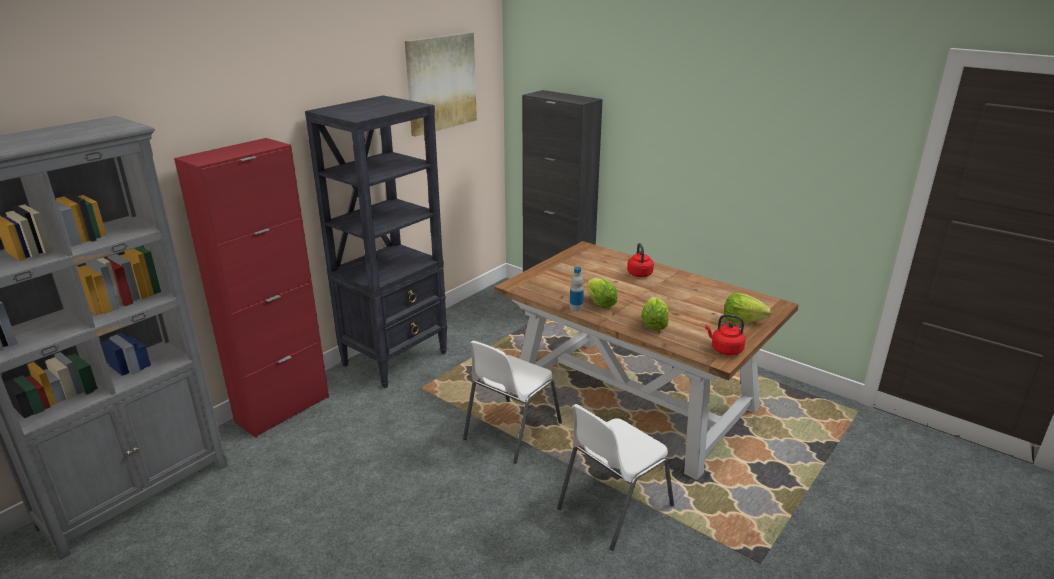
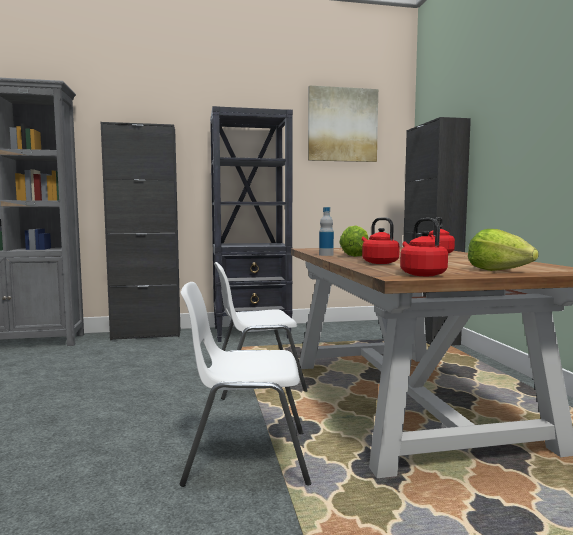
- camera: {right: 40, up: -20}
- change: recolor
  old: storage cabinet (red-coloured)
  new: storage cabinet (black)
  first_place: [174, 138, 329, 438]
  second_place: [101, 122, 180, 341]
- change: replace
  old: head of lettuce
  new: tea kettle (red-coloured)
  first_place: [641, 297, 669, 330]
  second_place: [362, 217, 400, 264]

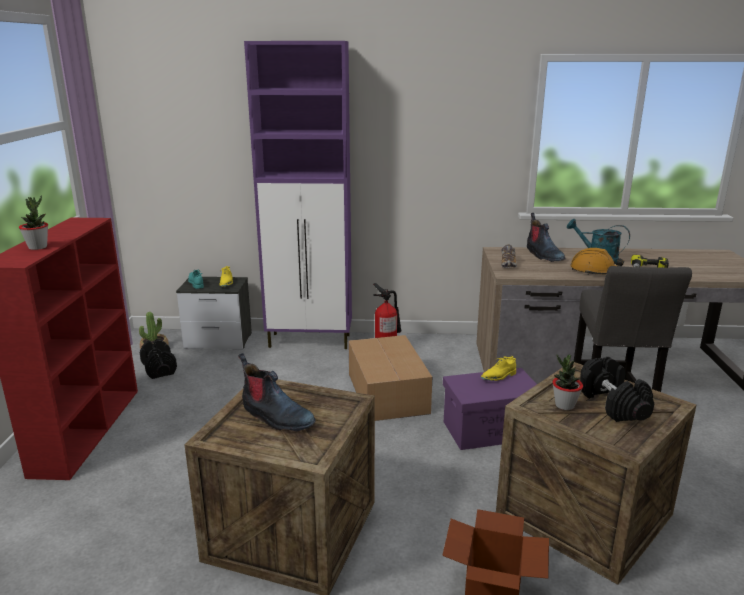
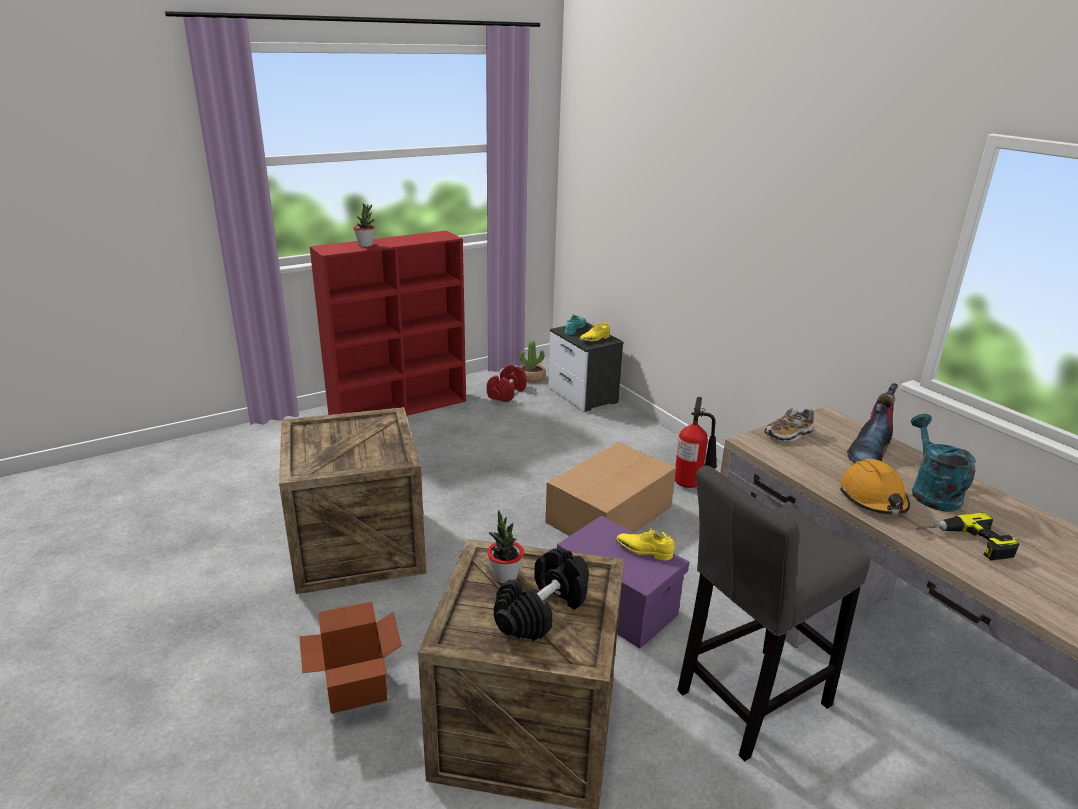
- camera: {right: 55, up: 5}
- change: recolor
  old: free weight (black)
  new: free weight (red-coloured)
  first_place: [140, 339, 177, 379]
  second_place: [487, 365, 527, 402]
- change: delete
  old: high-top boot
  first_place: [238, 353, 316, 432]
- change: delete
  old: storage cabinet (purple-coloured)
  first_place: [244, 41, 352, 349]

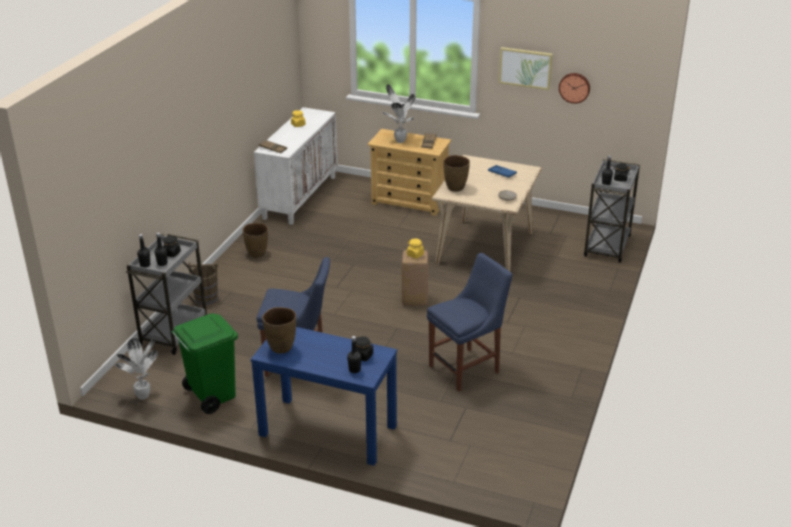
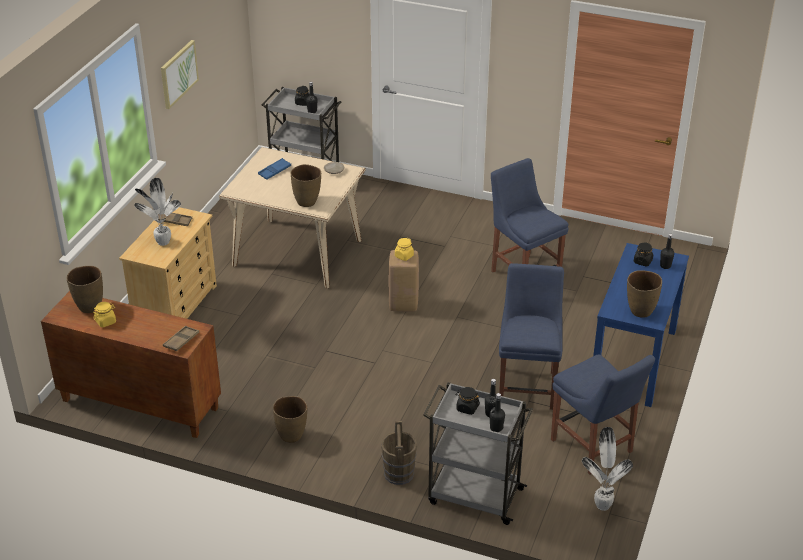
- camera: {right: -90, up: 5}
- change: replace
  old: rubbish bin (green)
  new: upright chair (blue)
  first_place: [171, 314, 238, 414]
  second_place: [551, 354, 655, 475]
- change: recolor
  old: storage cabinet (white)
  new: storage cabinet (brown-coloured)
  first_place: [254, 107, 338, 225]
  second_place: [41, 291, 221, 438]
- change: delete
  old: wall clock
  first_place: [559, 73, 590, 104]
- change: insert
  new: flower vase (brown-coloured)
  second_place: [67, 266, 103, 313]

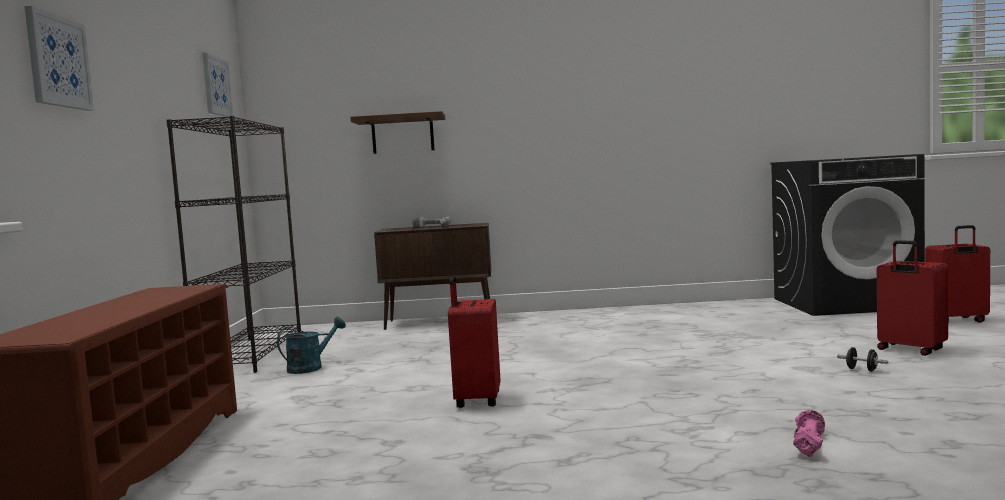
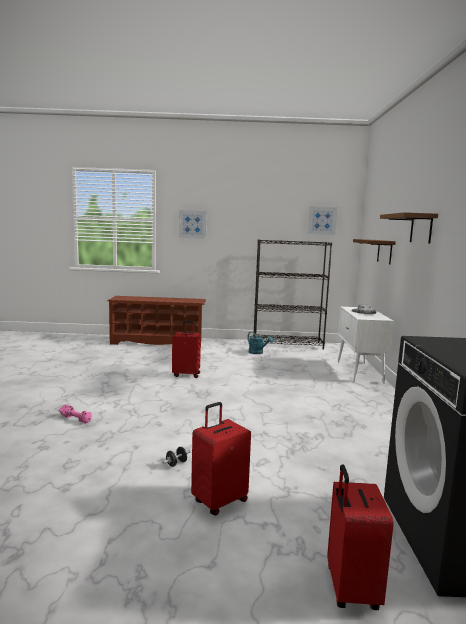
- camera: {right: 90, up: 5}
- change: recolor
  old: storage cabinet (brown-coloured)
  new: storage cabinet (white)
  first_place: [374, 223, 491, 330]
  second_place: [338, 307, 394, 384]
- change: insert
  new: shelf (brown-coloured)
  second_place: [380, 212, 438, 244]

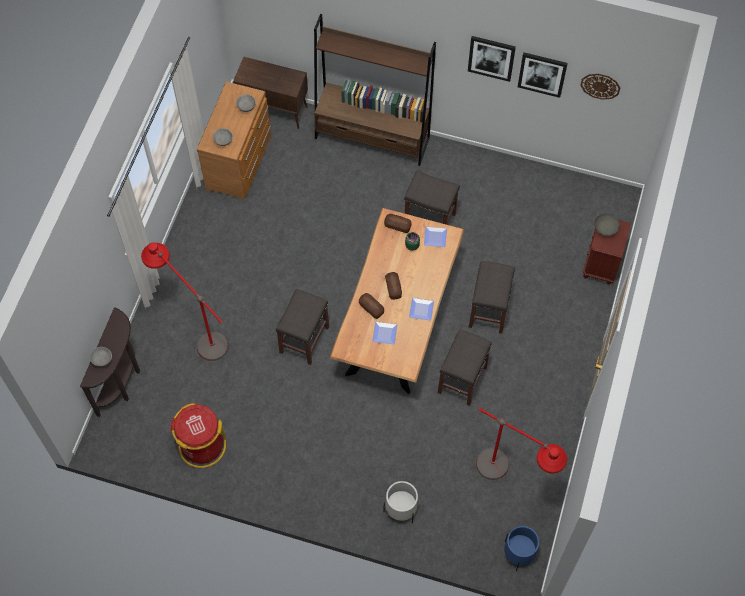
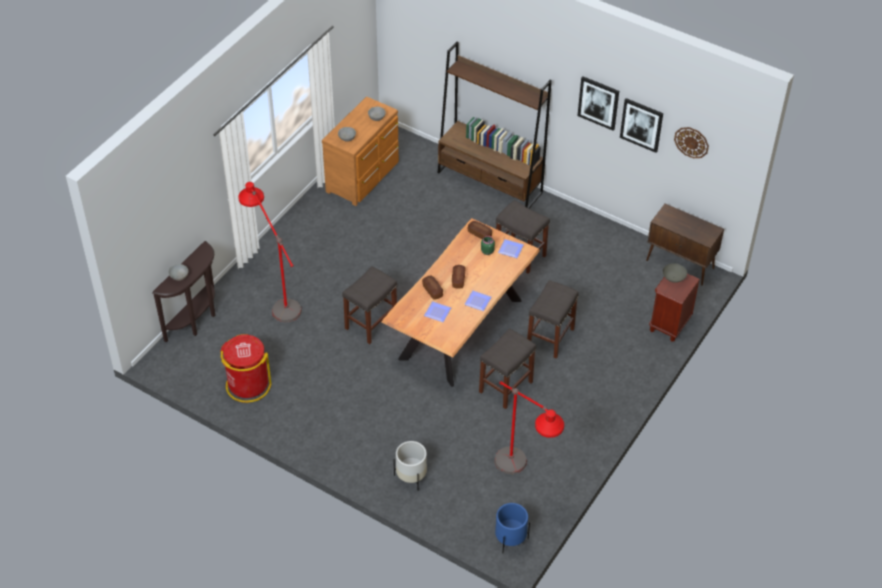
- camera: {right: 15, up: -15}
- change: move
  old: storage cabinet (brown-coloured)
  first_place: [233, 57, 308, 129]
  second_place: [646, 204, 724, 285]

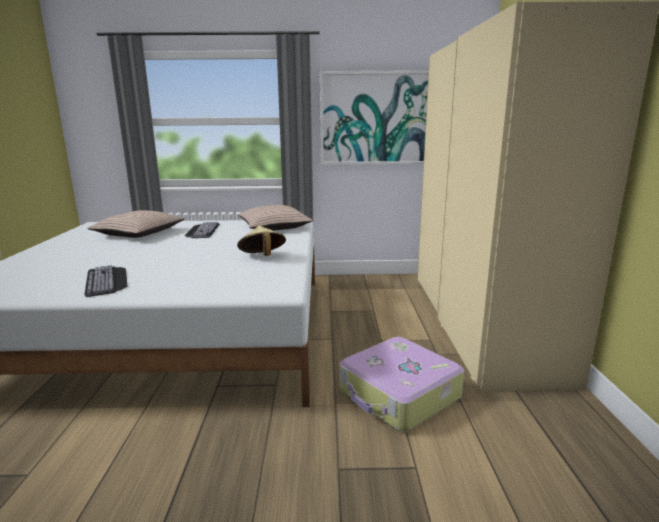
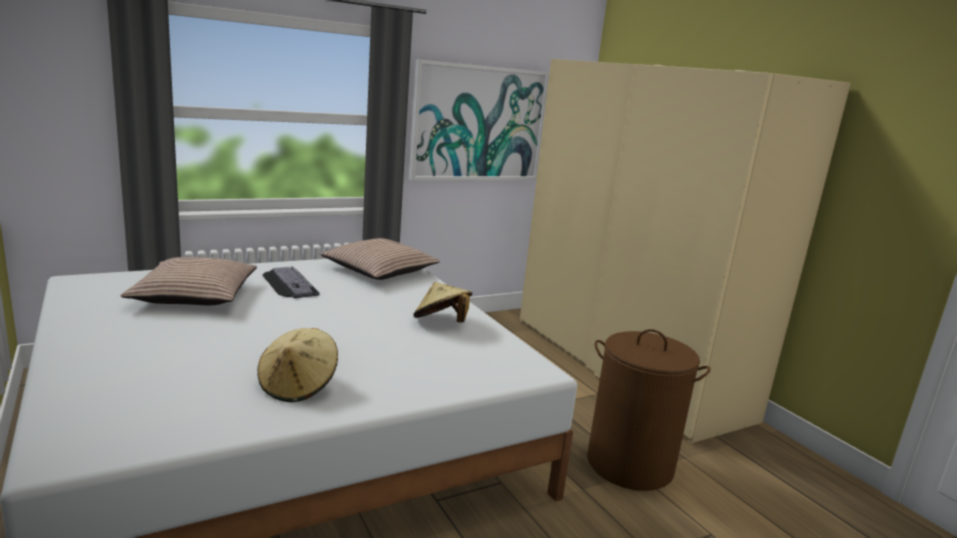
- camera: {right: -30, up: 0}
- change: replace
  old: keyboard
  new: wearable hat (beige-coloured)
  first_place: [84, 265, 127, 297]
  second_place: [257, 328, 338, 402]
- change: replace
  old: piece of luggage
  new: hamper (brown-coloured)
  first_place: [339, 337, 464, 432]
  second_place: [587, 329, 711, 491]

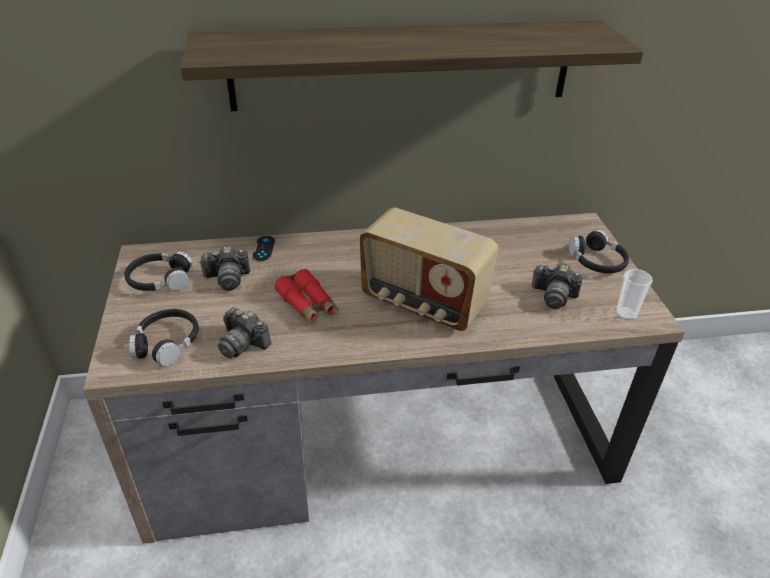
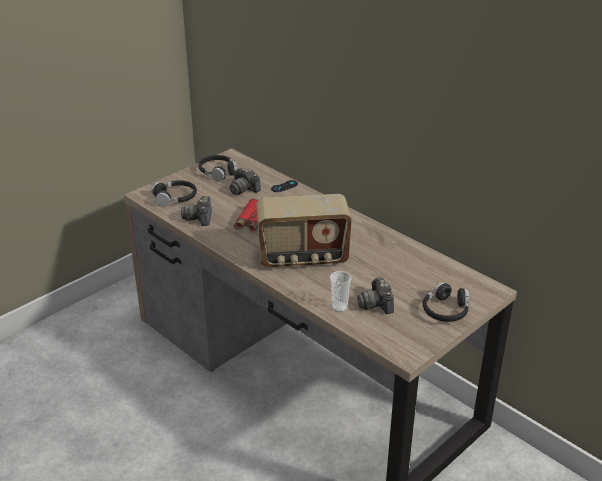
- camera: {right: 55, up: -5}
- change: delete
  old: shelf
  first_place: [180, 20, 644, 111]
- change: rotate
  old: radio
  first_place: [360, 207, 498, 331]
  second_place: [256, 194, 352, 269]
  degrees: -90
- change: move
  old: drinking cup
  first_place: [616, 269, 653, 320]
  second_place: [330, 271, 351, 312]

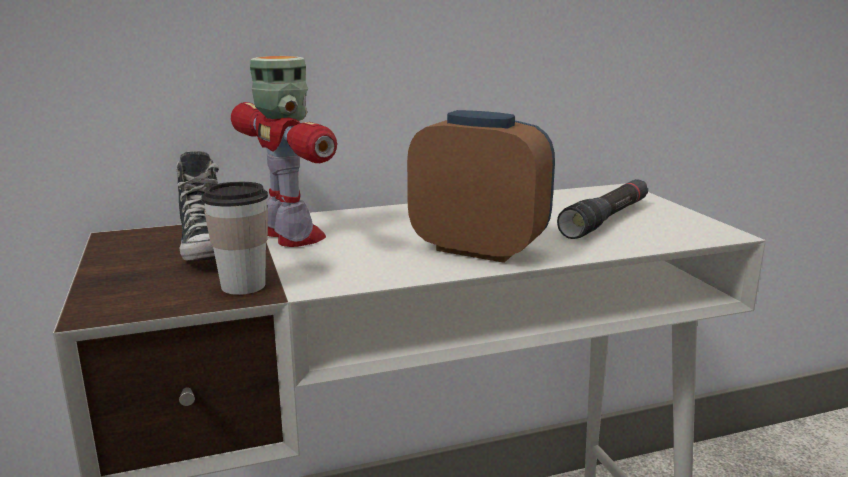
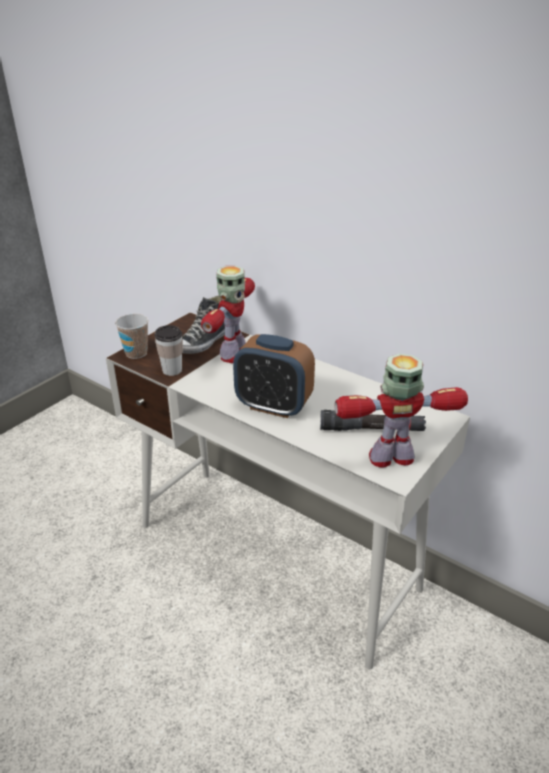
- camera: {right: 55, up: 15}
- change: rotate
  old: alarm clock
  first_place: [407, 110, 555, 263]
  second_place: [233, 334, 315, 418]
  degrees: 120
- change: insert
  new: drinking cup
  second_place: [115, 314, 148, 359]
- change: insert
  new: robot figure
  second_place: [335, 353, 468, 467]

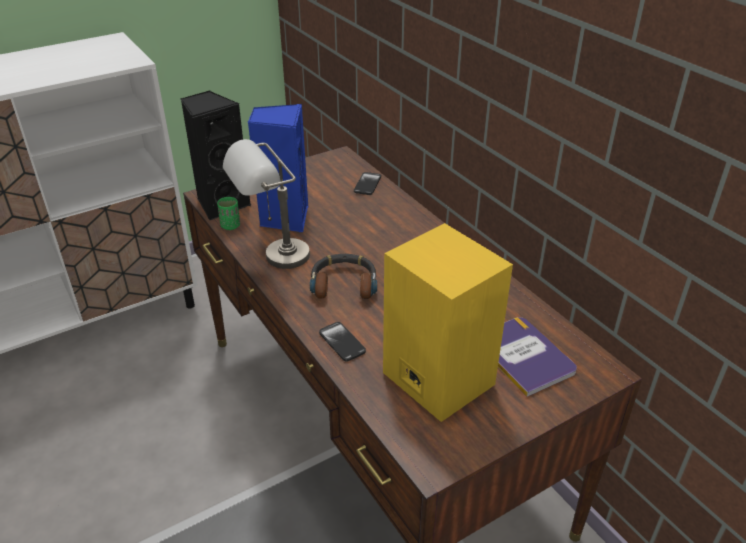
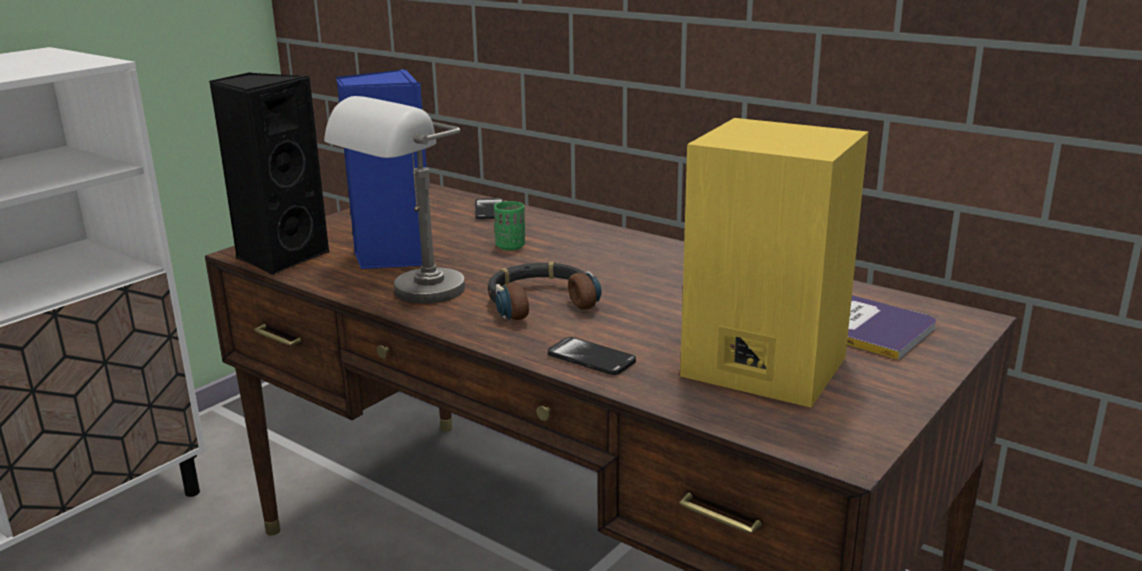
- camera: {right: -20, up: -15}
- change: move
  old: drinking cup (green)
  first_place: [217, 197, 240, 230]
  second_place: [494, 201, 525, 250]

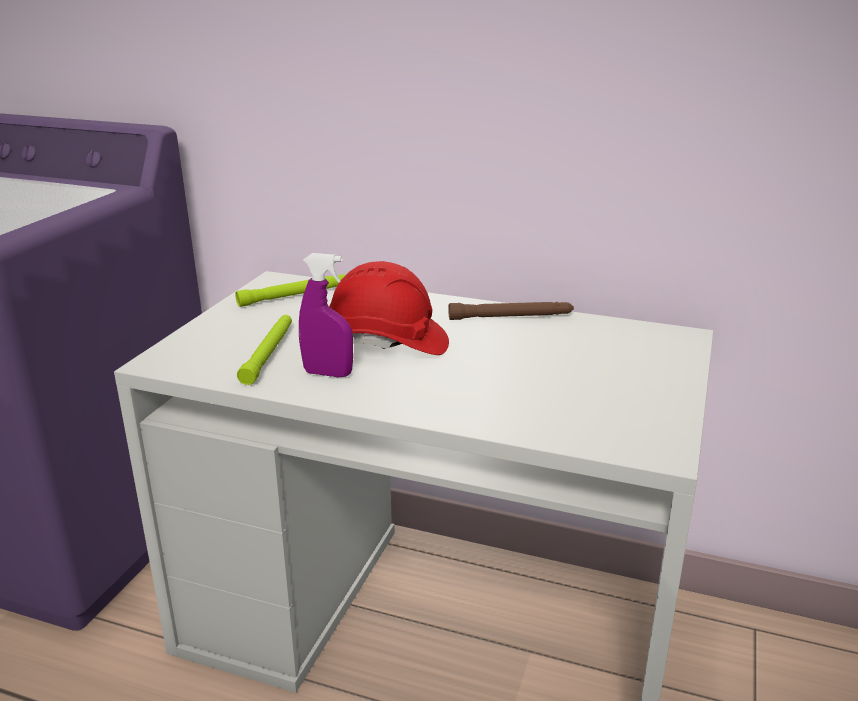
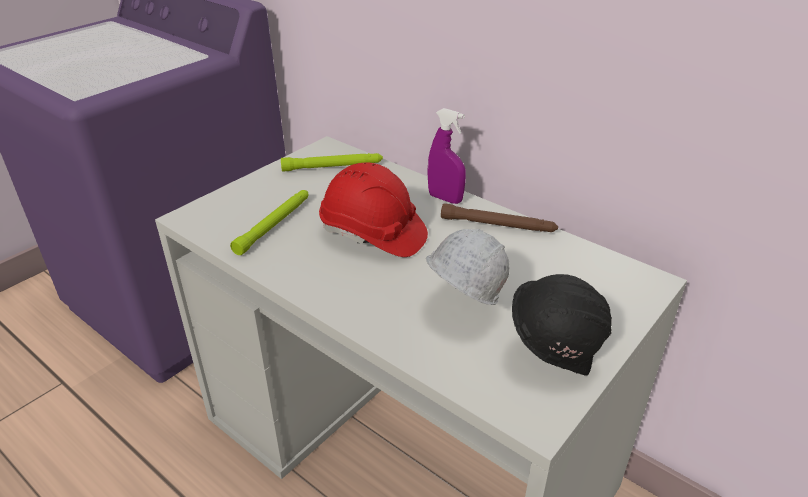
- camera: {right: 20, up: 10}
- change: move
  old: sprayer (purple-coloured)
  first_place: [299, 253, 353, 377]
  second_place: [427, 108, 466, 204]
- change: insert
  new: work helmet (white)
  second_place: [426, 229, 510, 305]
- change: insert
  new: work helmet (black)
  second_place: [512, 274, 612, 376]

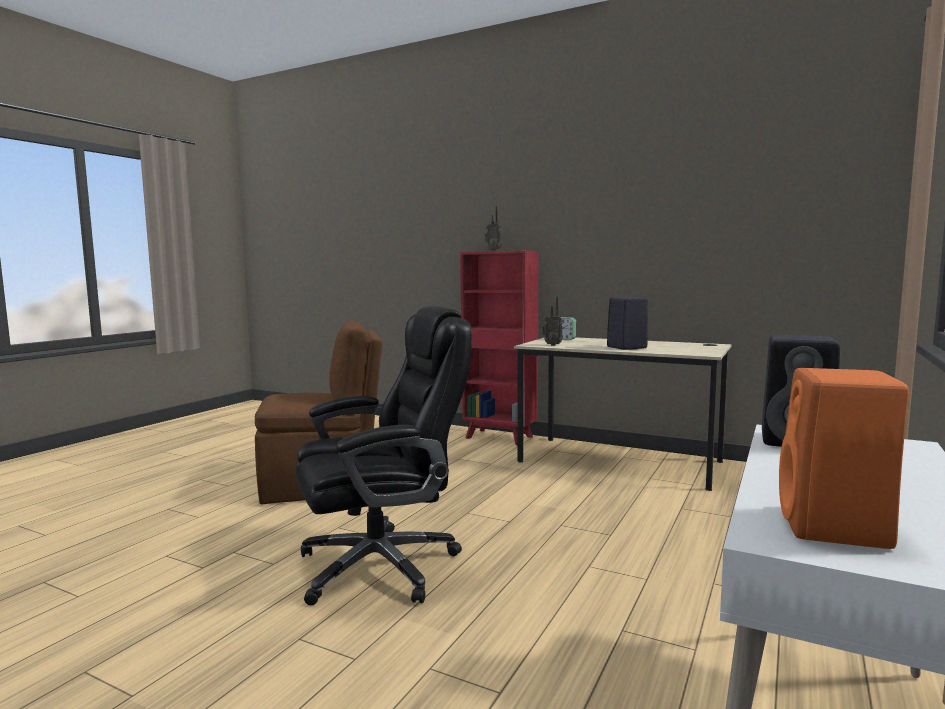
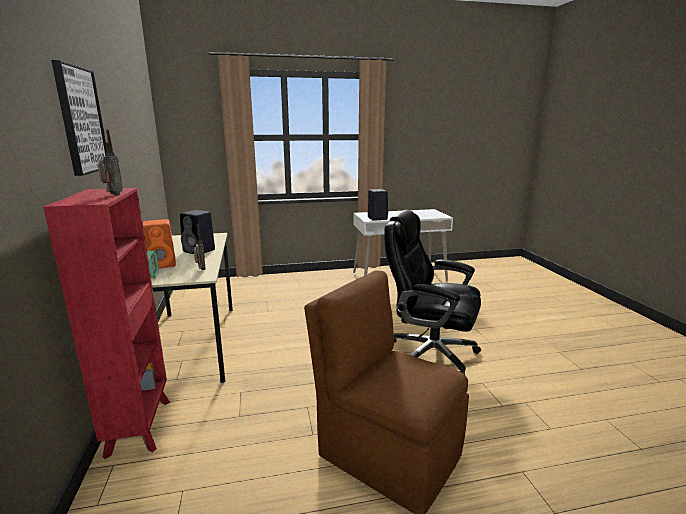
- camera: {right: -130, up: 10}
- change: move
  old: loudspeaker (orangey)
  first_place: [779, 368, 909, 549]
  second_place: [143, 219, 176, 268]
- change: insert
  new: picture
  second_place: [51, 60, 107, 176]

